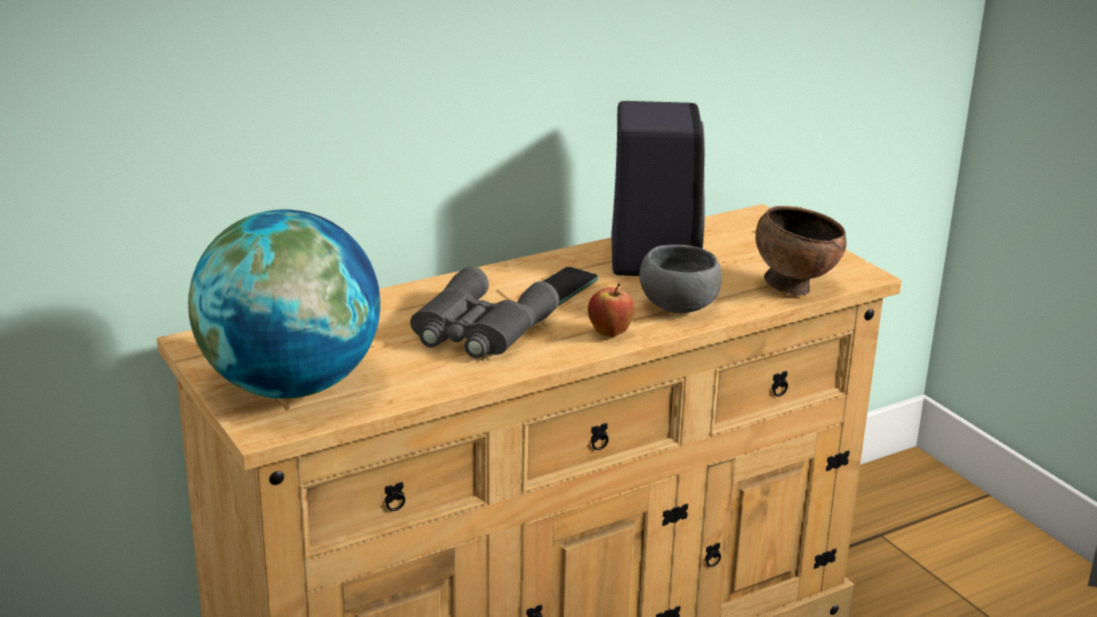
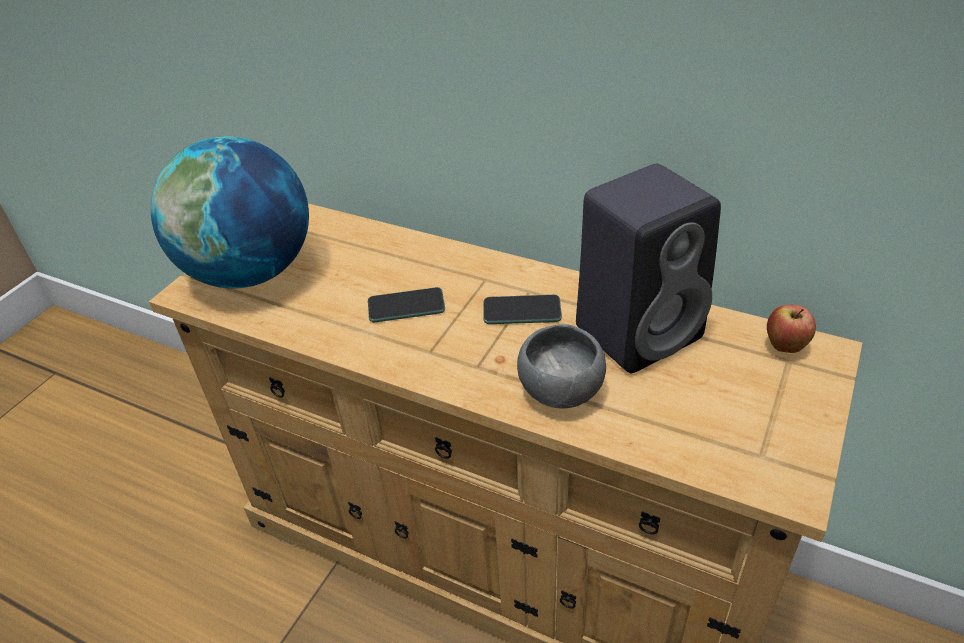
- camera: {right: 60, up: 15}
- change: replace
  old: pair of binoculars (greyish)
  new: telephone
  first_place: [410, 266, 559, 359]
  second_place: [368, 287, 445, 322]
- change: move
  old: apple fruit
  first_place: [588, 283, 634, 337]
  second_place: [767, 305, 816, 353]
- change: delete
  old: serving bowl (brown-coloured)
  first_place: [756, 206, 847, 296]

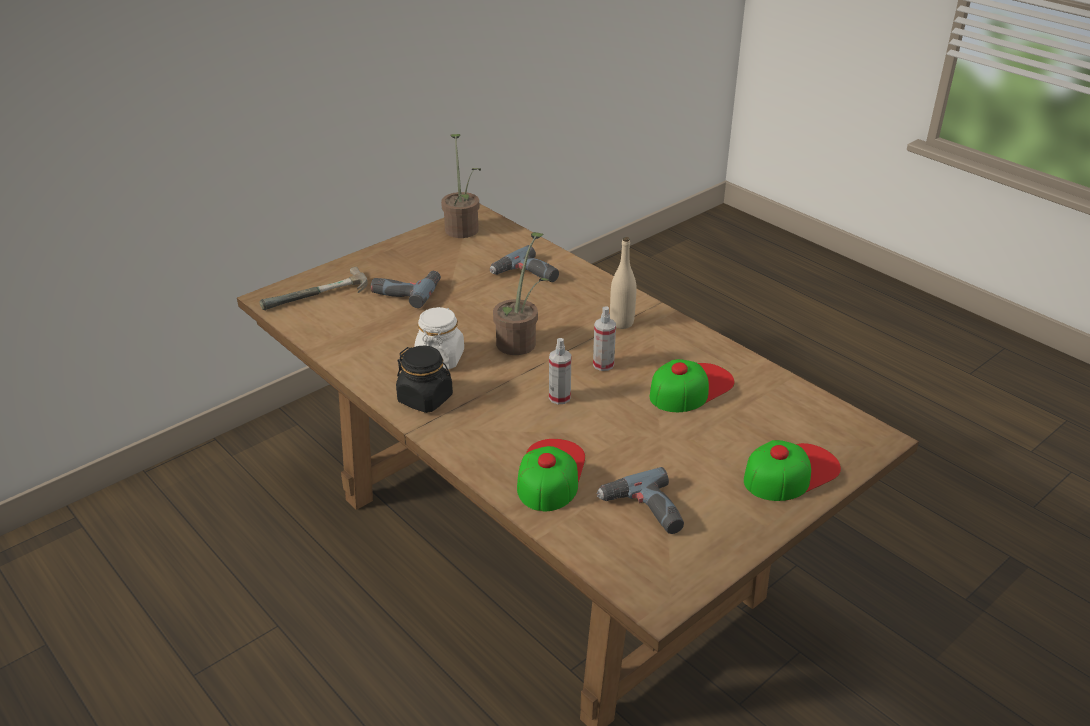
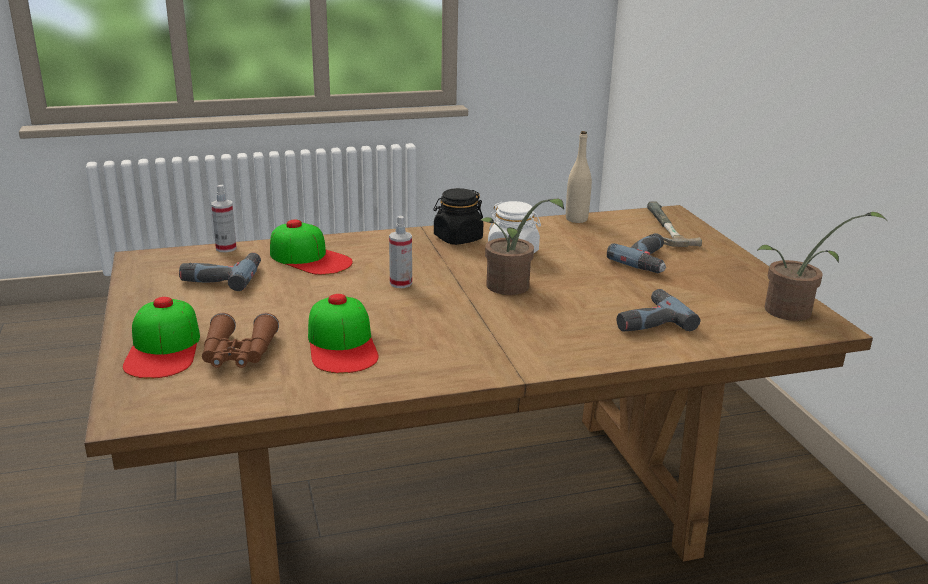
- camera: {right: 115, up: -10}
- change: move
  old: sprayer
  first_place: [593, 306, 616, 371]
  second_place: [211, 185, 236, 252]
- change: move
  old: drink bottle (beige-coloured)
  first_place: [610, 237, 636, 329]
  second_place: [566, 131, 592, 223]
- change: insert
  new: pair of binoculars (brown-coloured)
  second_place: [202, 313, 279, 368]

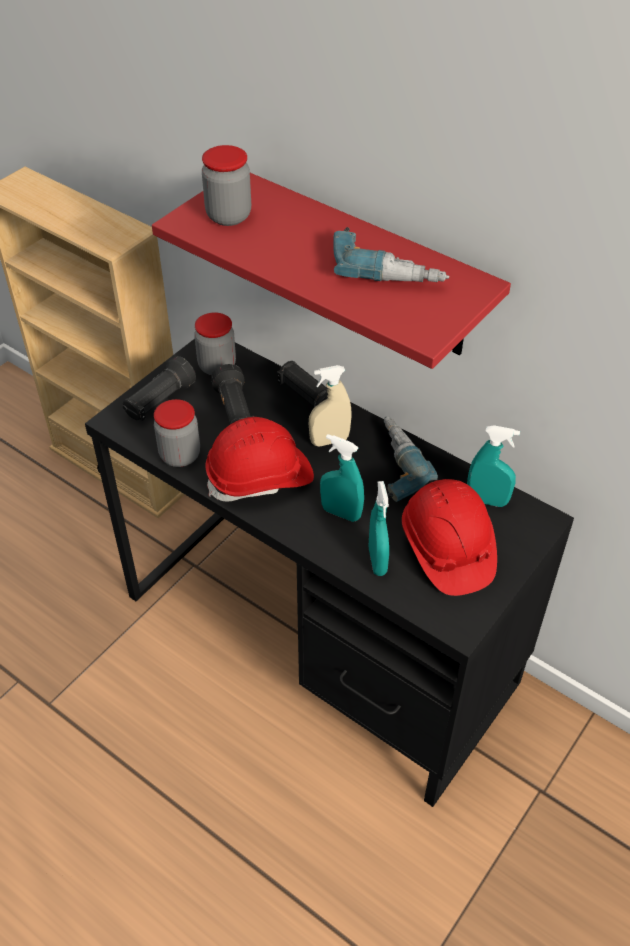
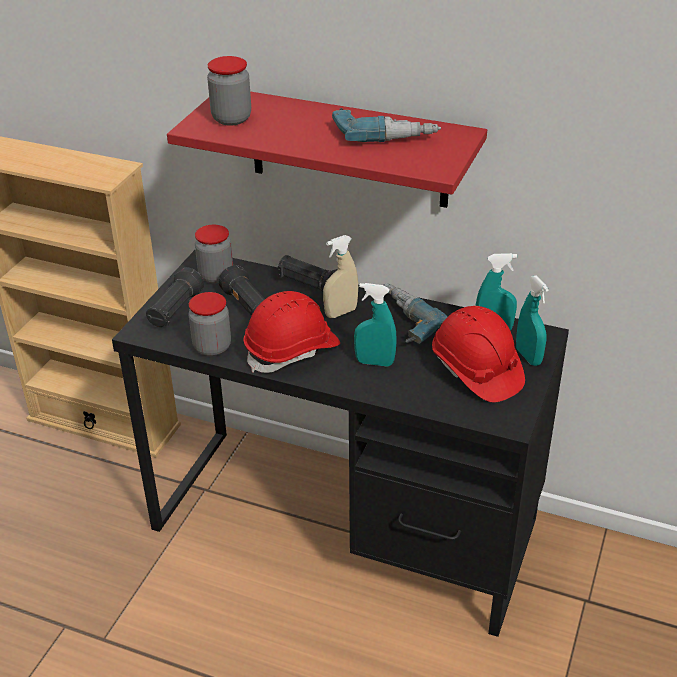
- camera: {right: -15, up: -10}
- change: move
  old: sprayer (turquoise-coloured)
  first_place: [368, 481, 389, 576]
  second_place: [516, 276, 549, 366]

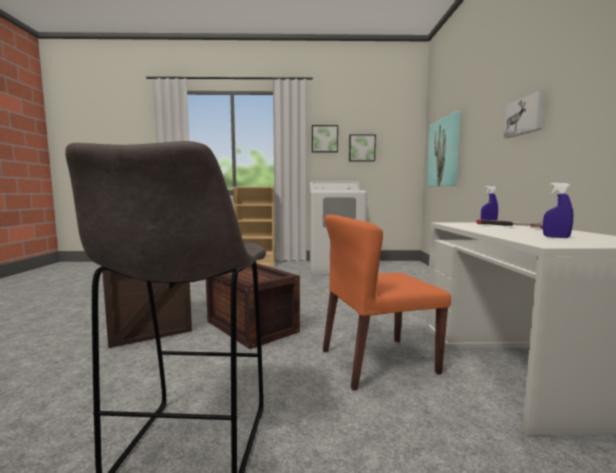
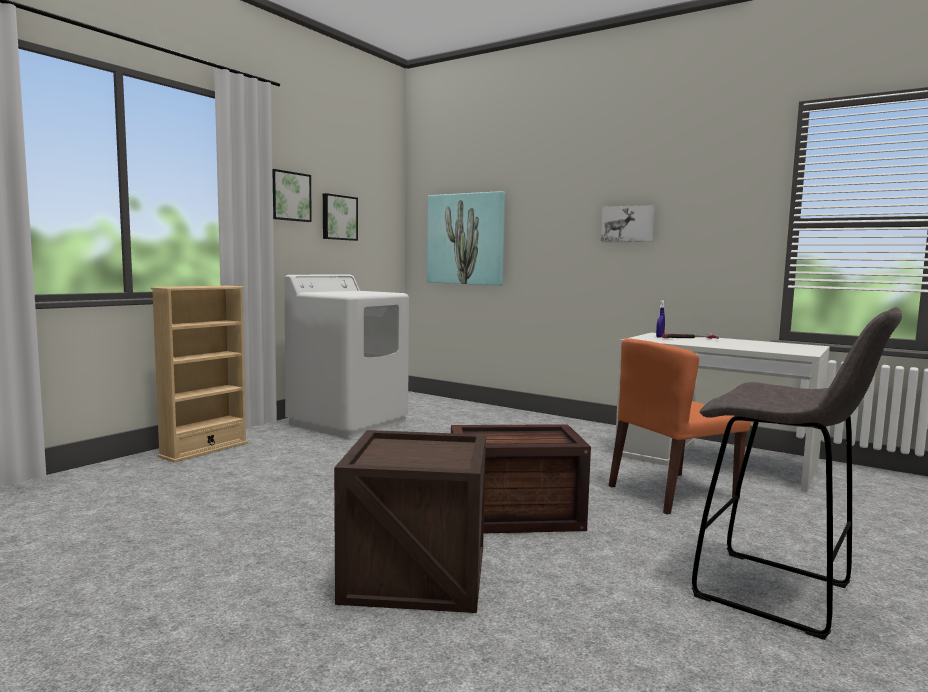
- camera: {right: -55, up: 0}
- change: rotate
  old: upright chair (orangey)
  first_place: [323, 215, 451, 391]
  second_place: [609, 338, 751, 514]
  degrees: 45
- change: delete
  old: sprayer (blue)
  first_place: [543, 183, 573, 238]

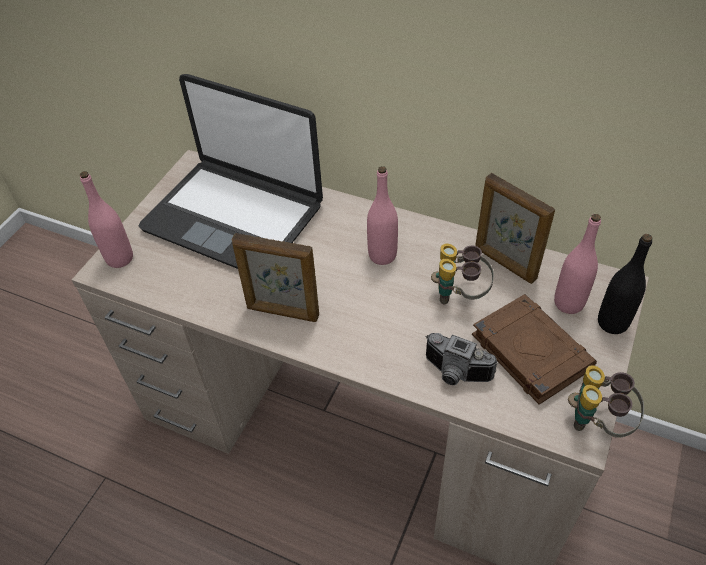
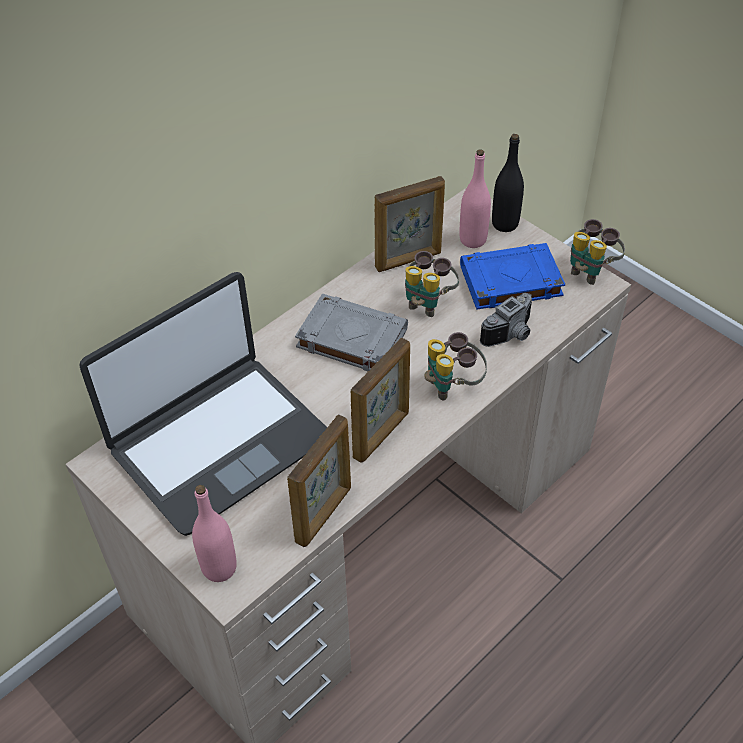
- camera: {right: -70, up: 0}
- change: replace
  old: drink bottle (pink-coloured)
  new: volume (greyish)
  first_place: [367, 166, 398, 265]
  second_place: [295, 294, 408, 371]
- change: recolor
  old: volume (brown-coloured)
  new: volume (blue)
  first_place: [472, 294, 597, 405]
  second_place: [460, 243, 565, 310]
- change: insert
  new: standing frame
  second_place: [287, 414, 351, 547]
- change: insert
  new: pair of binoculars
  second_place: [424, 332, 487, 401]

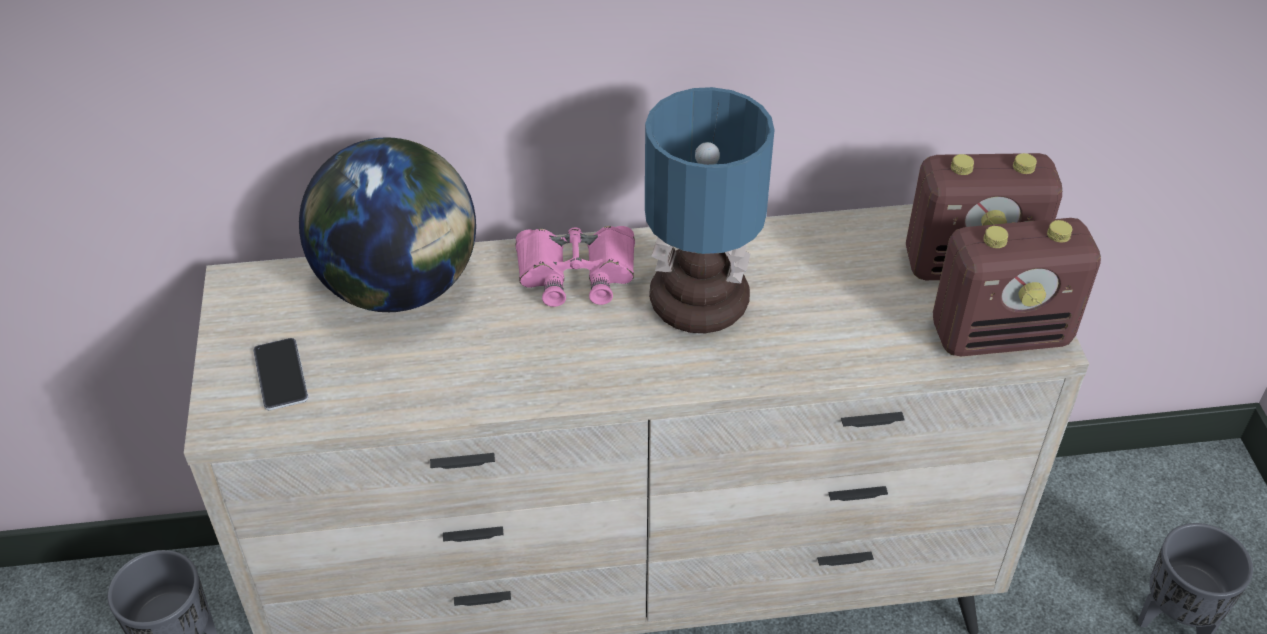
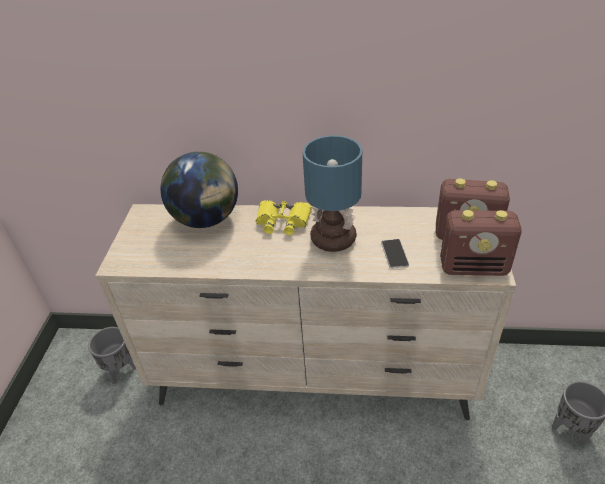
- camera: {right: 15, up: -5}
- change: move
  old: telephone
  first_place: [253, 338, 308, 410]
  second_place: [381, 239, 409, 268]
- change: recolor
  old: pair of binoculars (pink-coloured)
  new: pair of binoculars (yellowish)
  first_place: [515, 226, 635, 307]
  second_place: [256, 200, 312, 235]

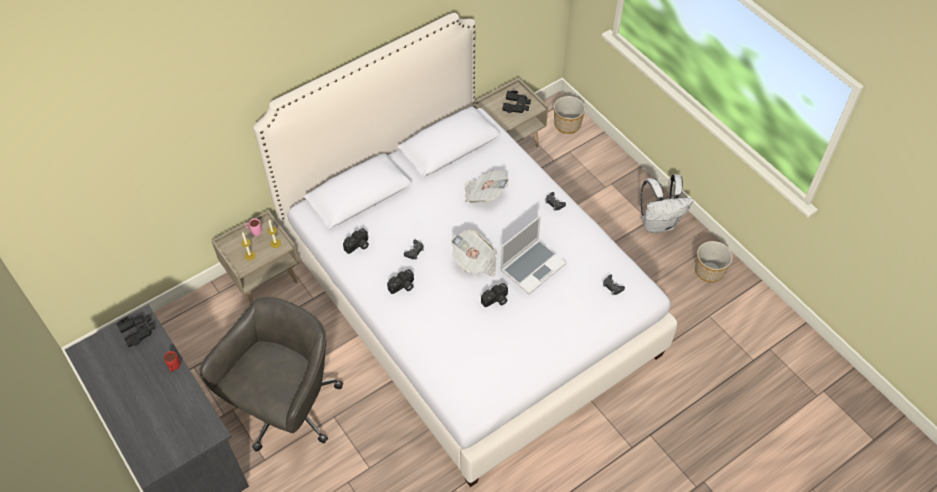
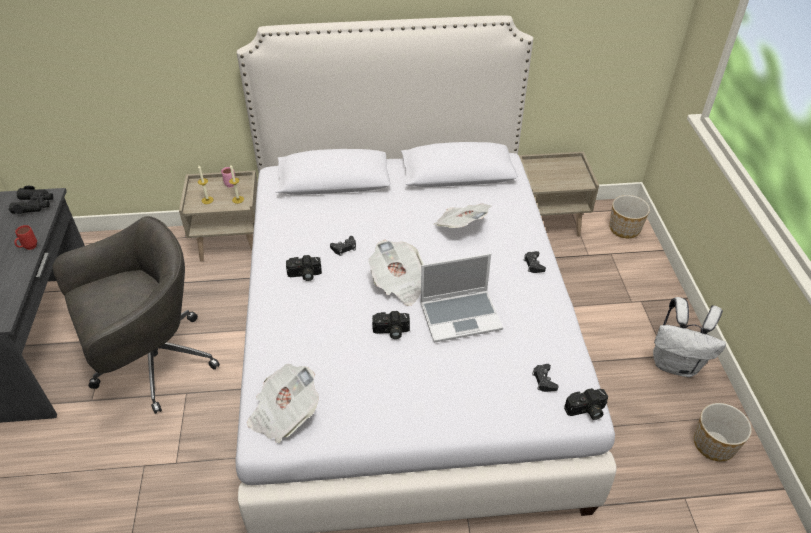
- camera: {right: 30, up: -10}
- change: move
  old: photo camera
  first_place: [343, 228, 369, 254]
  second_place: [564, 388, 608, 420]
- change: delete
  old: pair of binoculars (black)
  first_place: [502, 90, 531, 113]
- change: insert
  new: daily paper
  second_place: [247, 364, 319, 443]

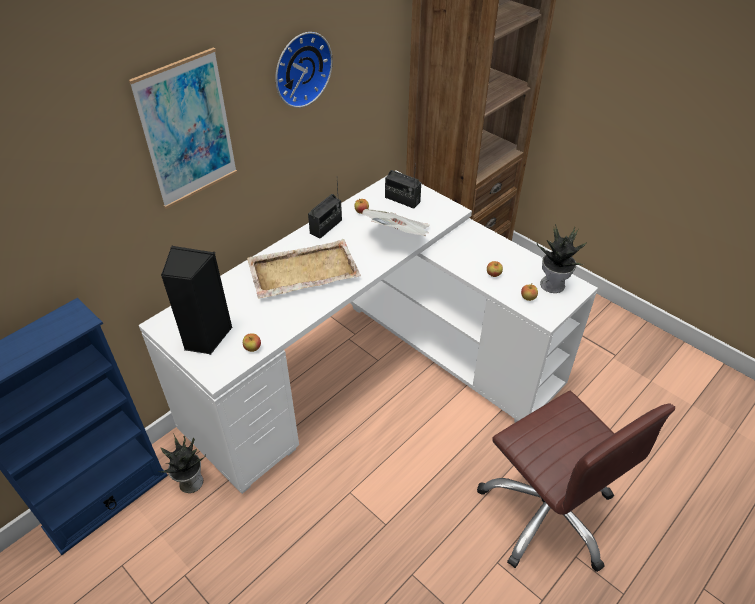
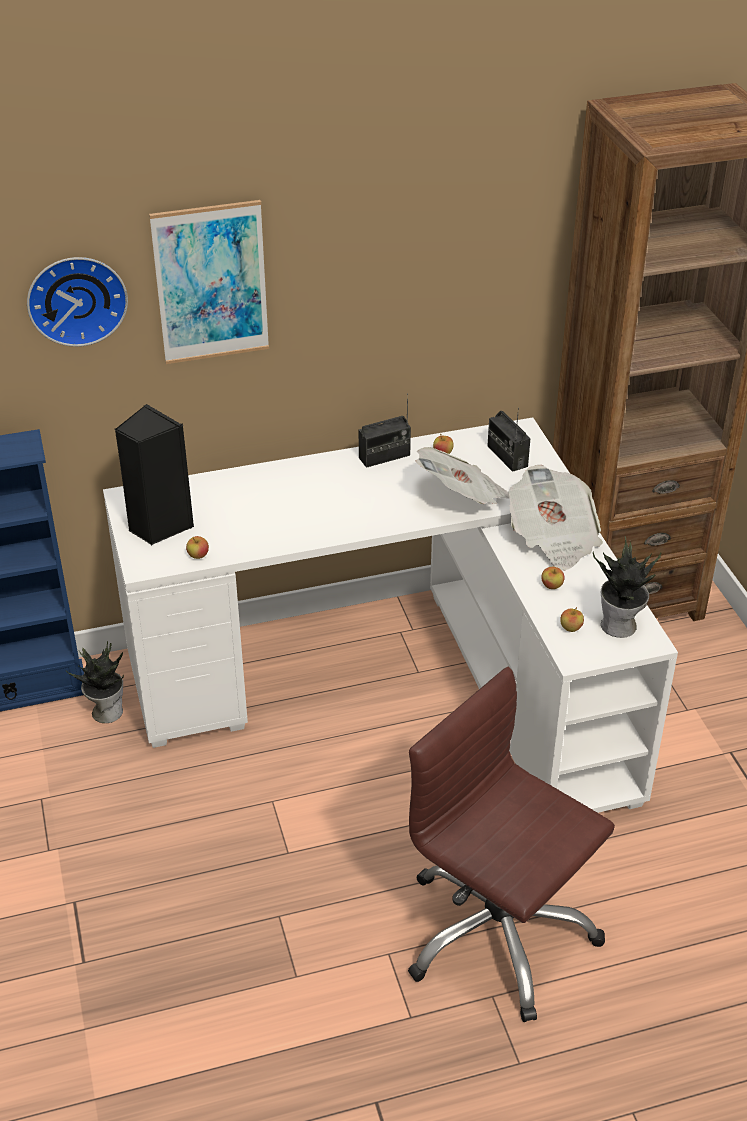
- camera: {right: 30, up: -5}
- change: delete
  old: tray (beige-coloured)
  first_place: [247, 239, 361, 299]
- change: move
  old: wall clock
  first_place: [275, 32, 333, 108]
  second_place: [27, 257, 128, 347]
- change: rotate
  old: office chair (brown-coloured)
  first_place: [477, 391, 675, 572]
  second_place: [408, 667, 615, 1022]
  degrees: 135
- change: insert
  new: daily paper
  second_place: [508, 465, 603, 571]

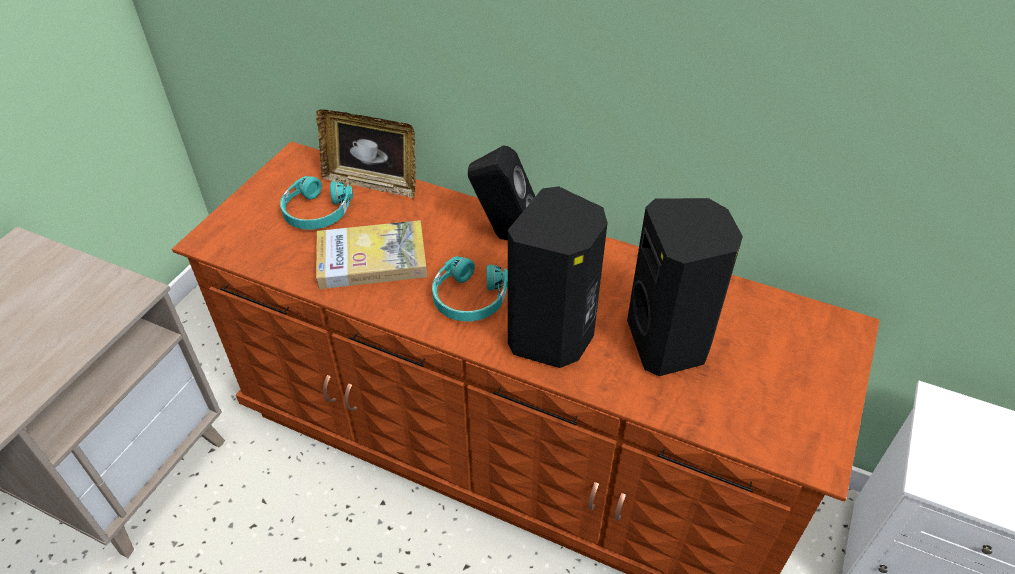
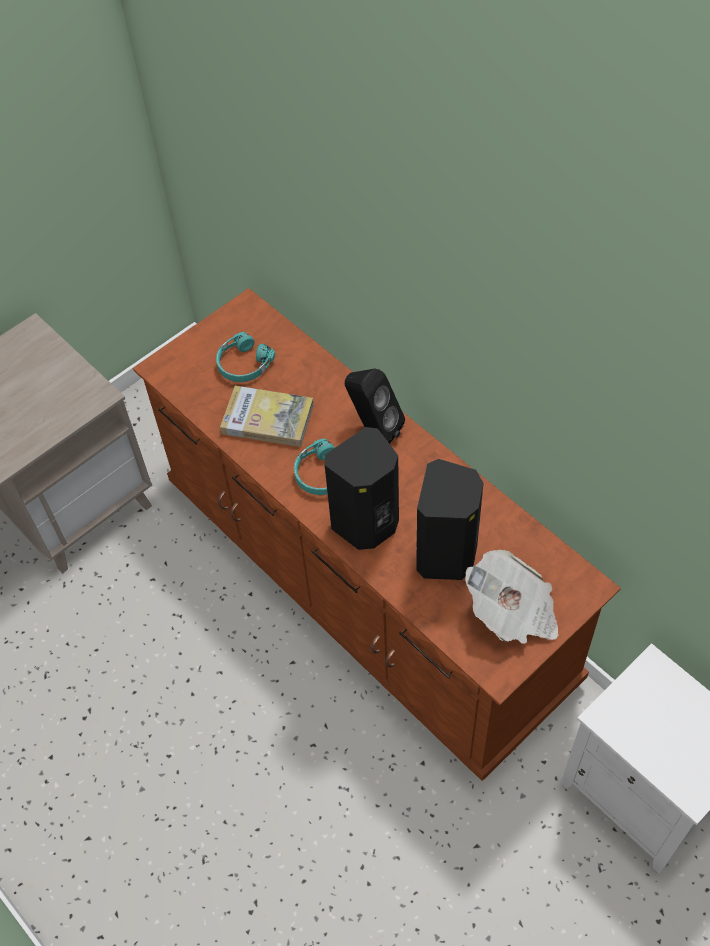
- camera: {right: 25, up: 10}
- change: delete
  old: standing frame
  first_place: [316, 109, 416, 198]
- change: insert
  new: daily paper
  second_place: [465, 550, 559, 644]

